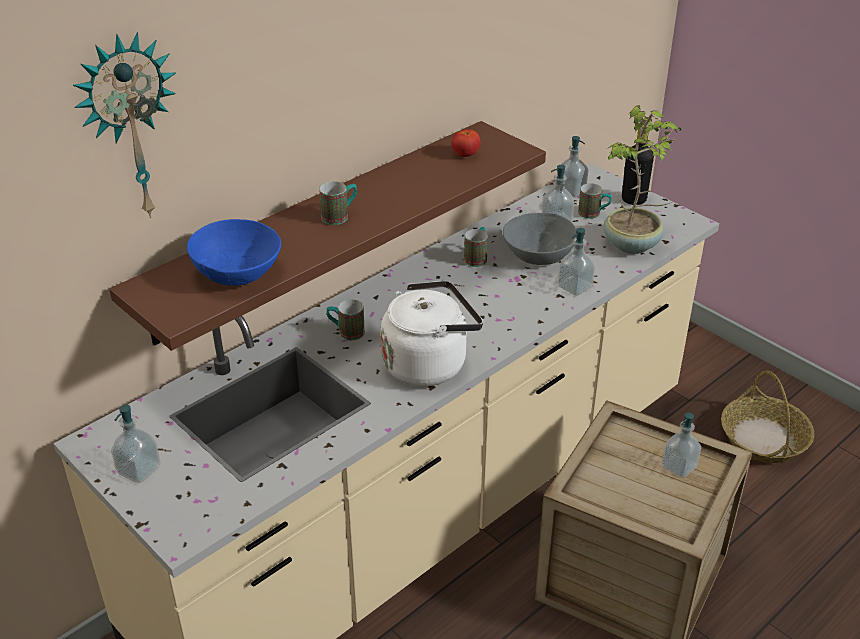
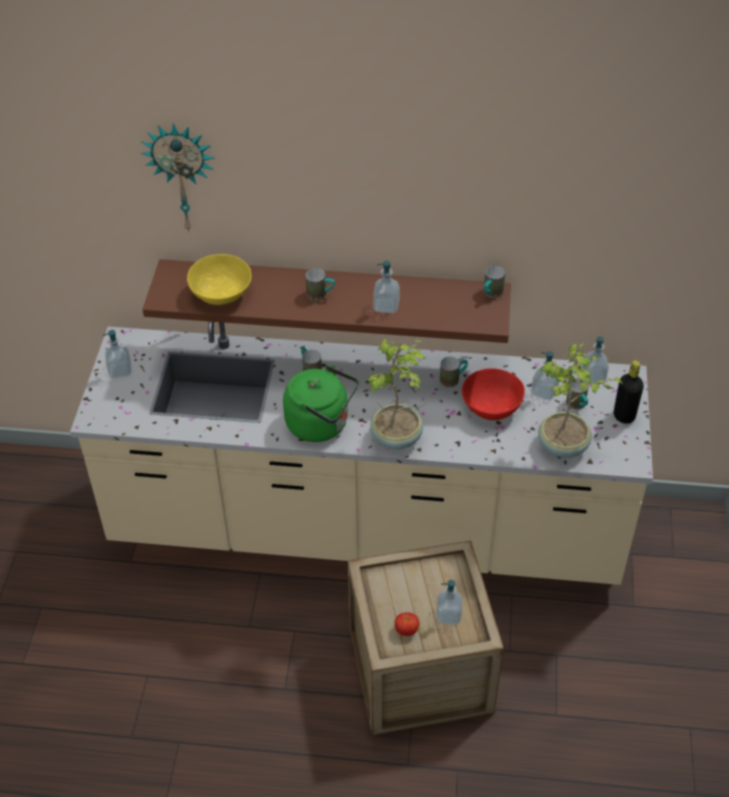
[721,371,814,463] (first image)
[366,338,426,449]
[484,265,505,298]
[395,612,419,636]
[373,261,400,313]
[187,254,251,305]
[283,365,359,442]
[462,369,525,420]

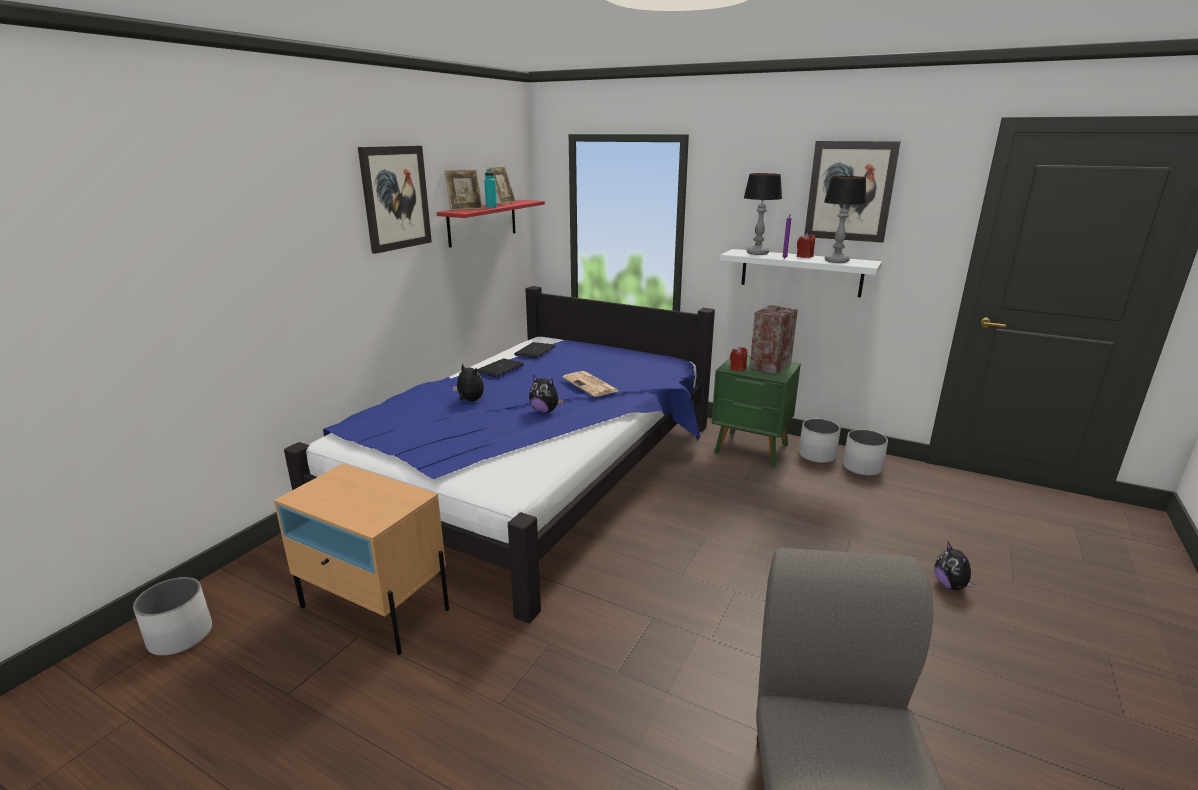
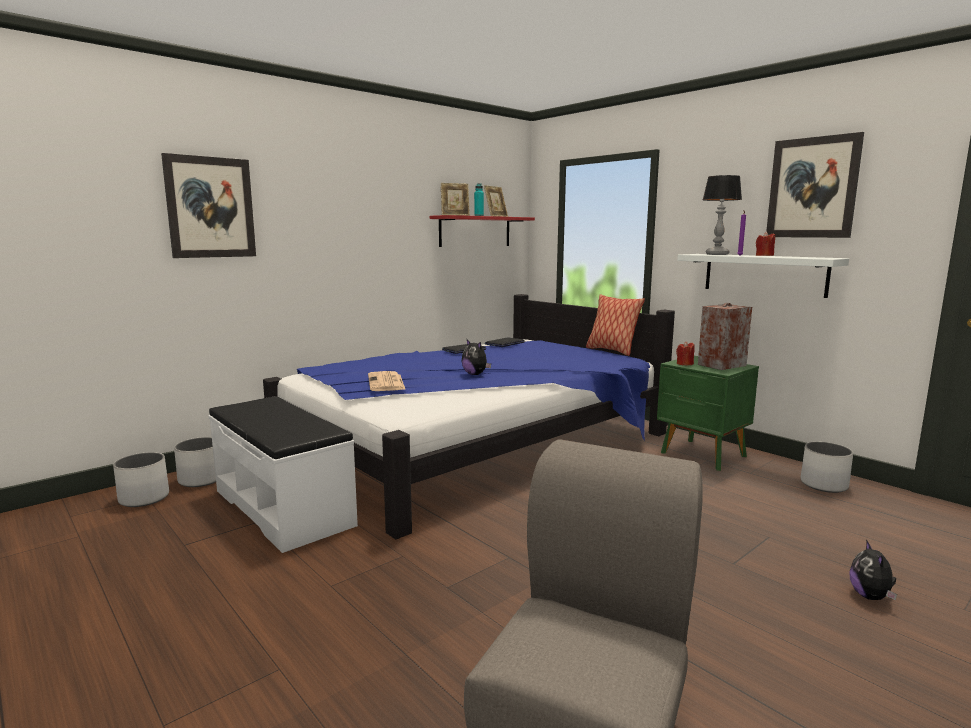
[452,364,484,401] (first image)
[824,176,866,263] (first image)
[586,294,645,356]
[161,153,256,258]
[368,371,406,391]
[174,437,216,487]
[208,396,358,553]

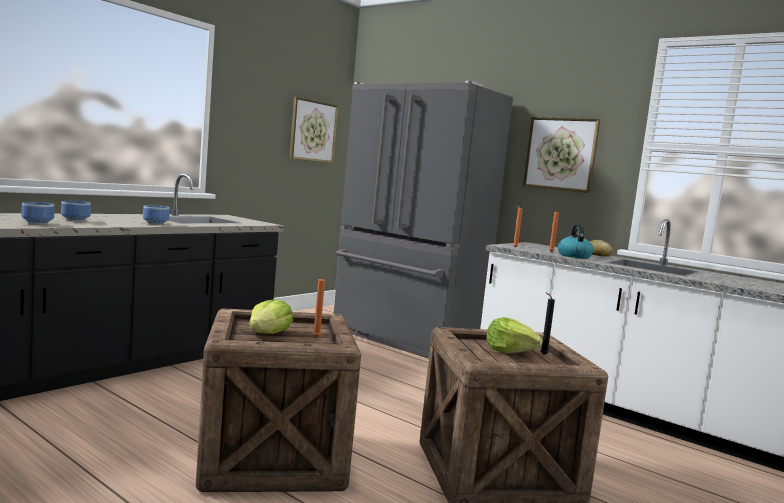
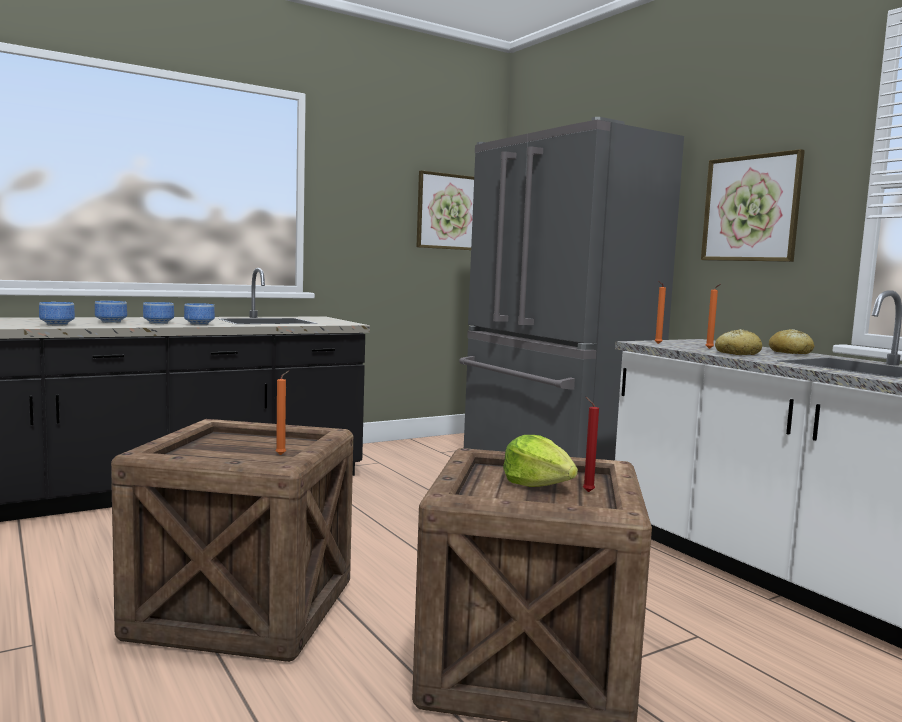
[249,299,293,334] (first image)
[143,302,174,324]
[715,329,762,355]
[583,397,599,492]

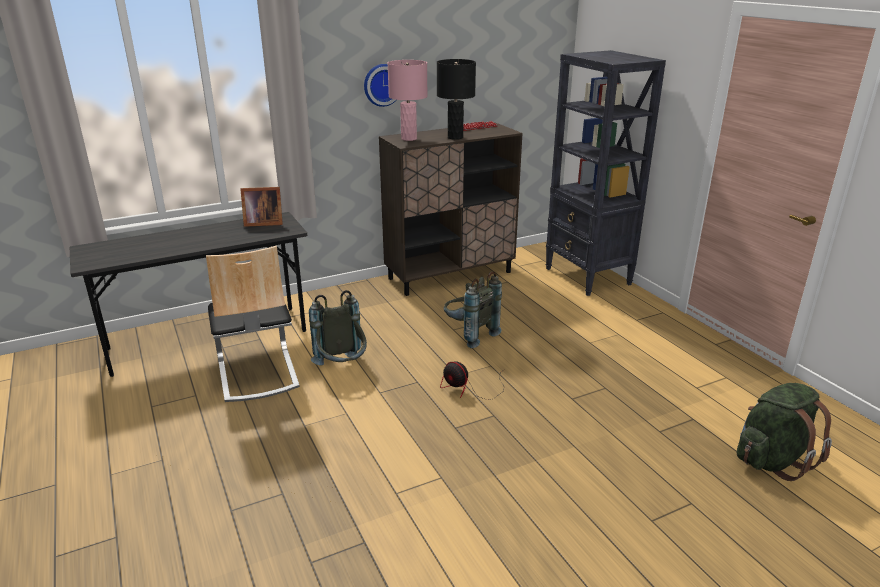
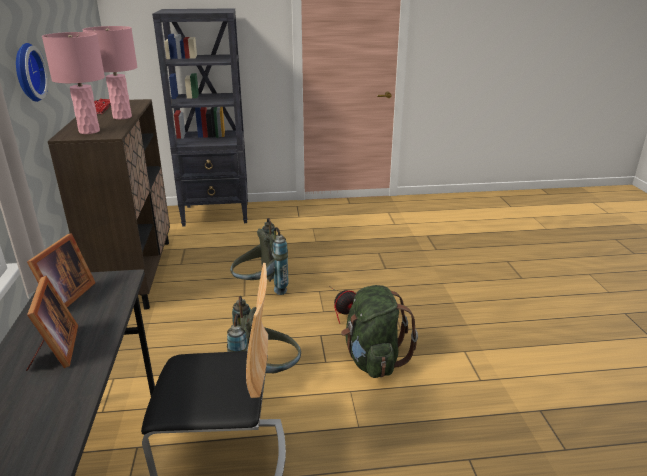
[26,276,78,371]
[341,285,418,378]
[82,26,138,119]

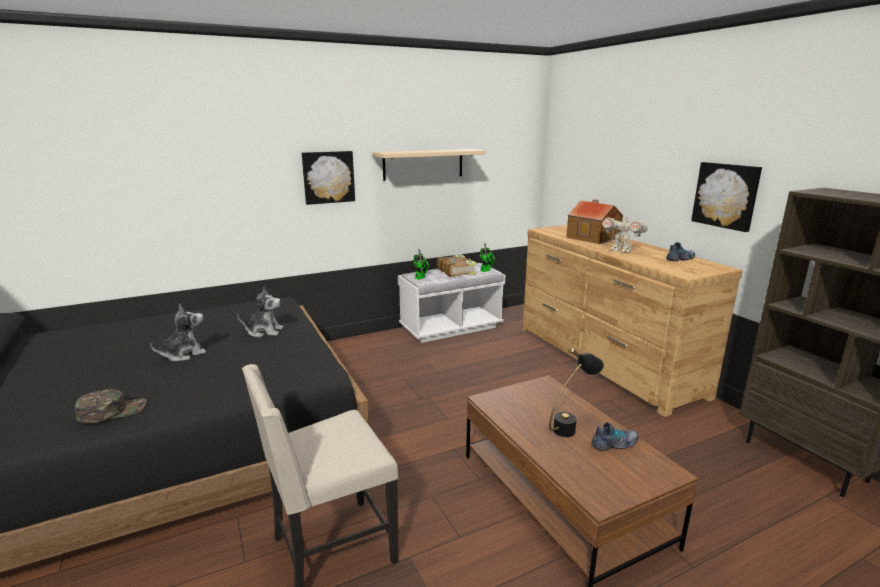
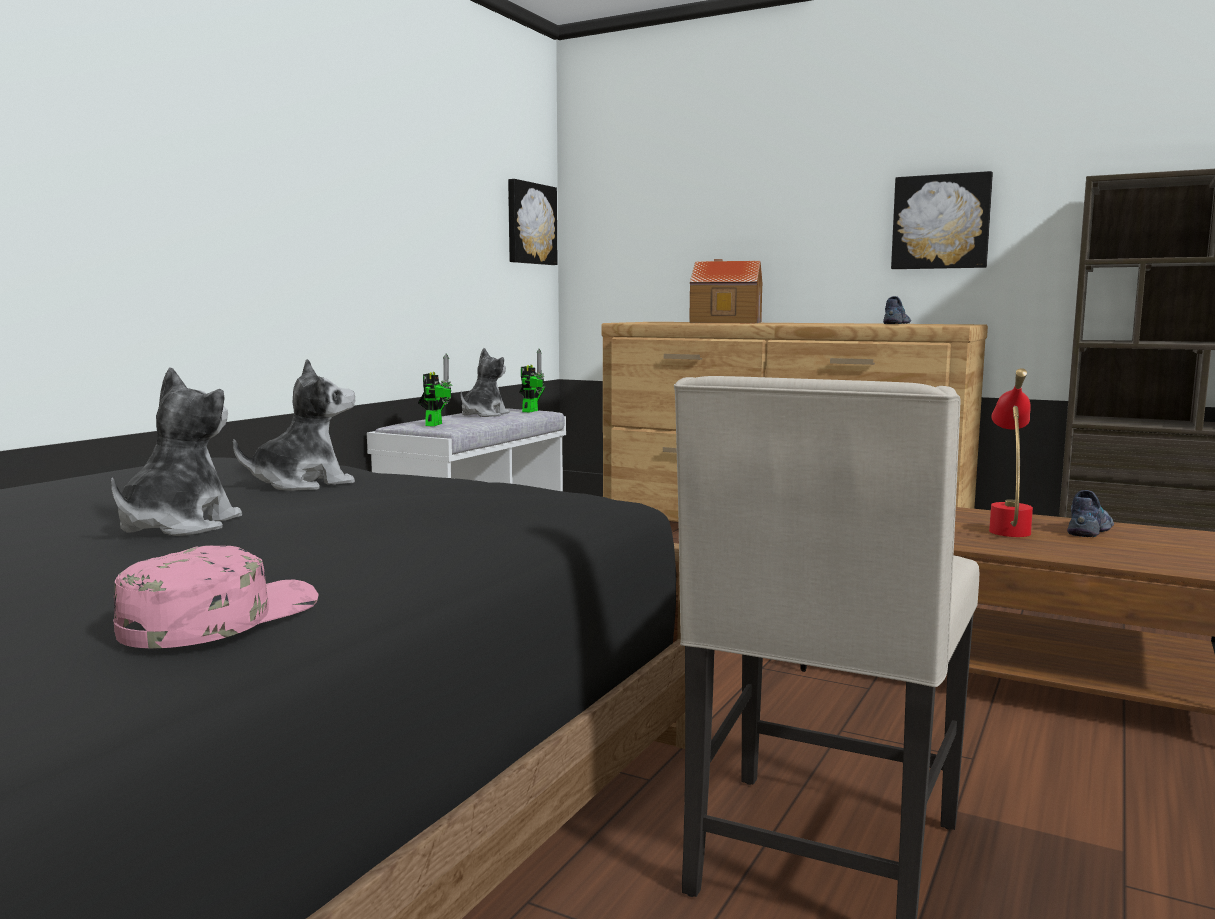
[372,149,486,181] (first image)
[602,212,648,252] (first image)
[508,179,557,265]
[461,348,510,417]
[113,546,319,648]
[989,368,1033,537]

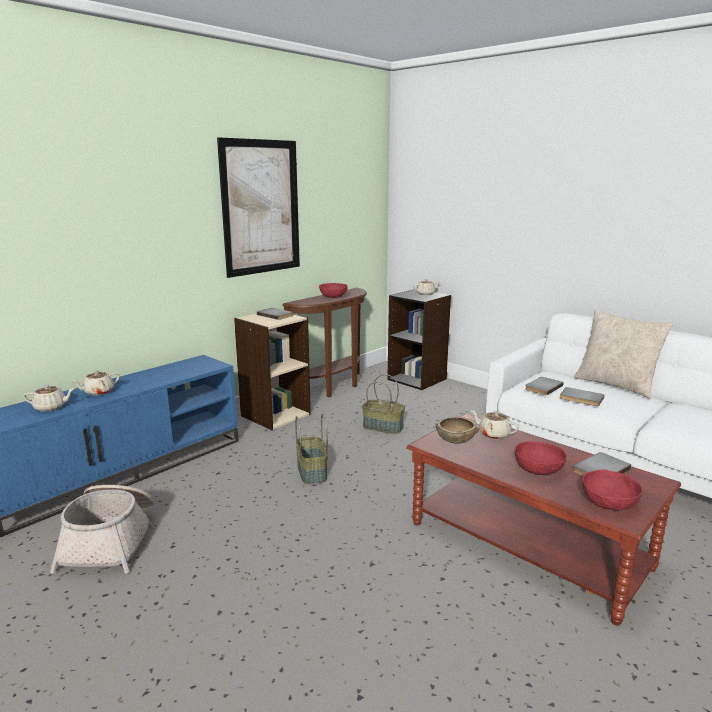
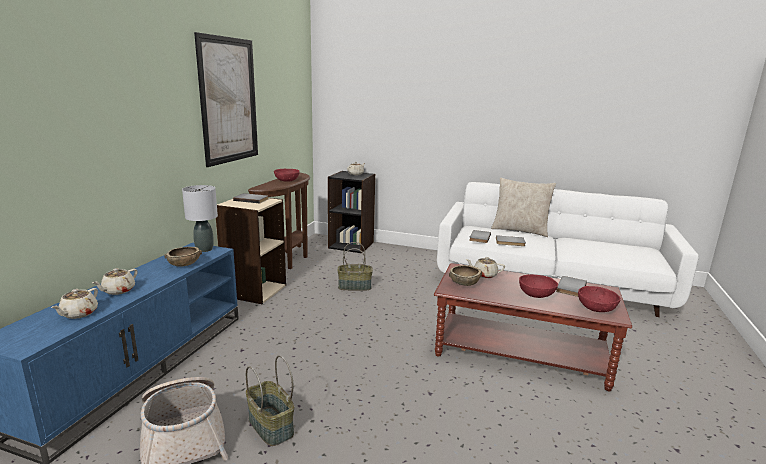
[164,247,202,267]
[182,185,218,252]
[246,355,294,446]
[51,288,98,319]

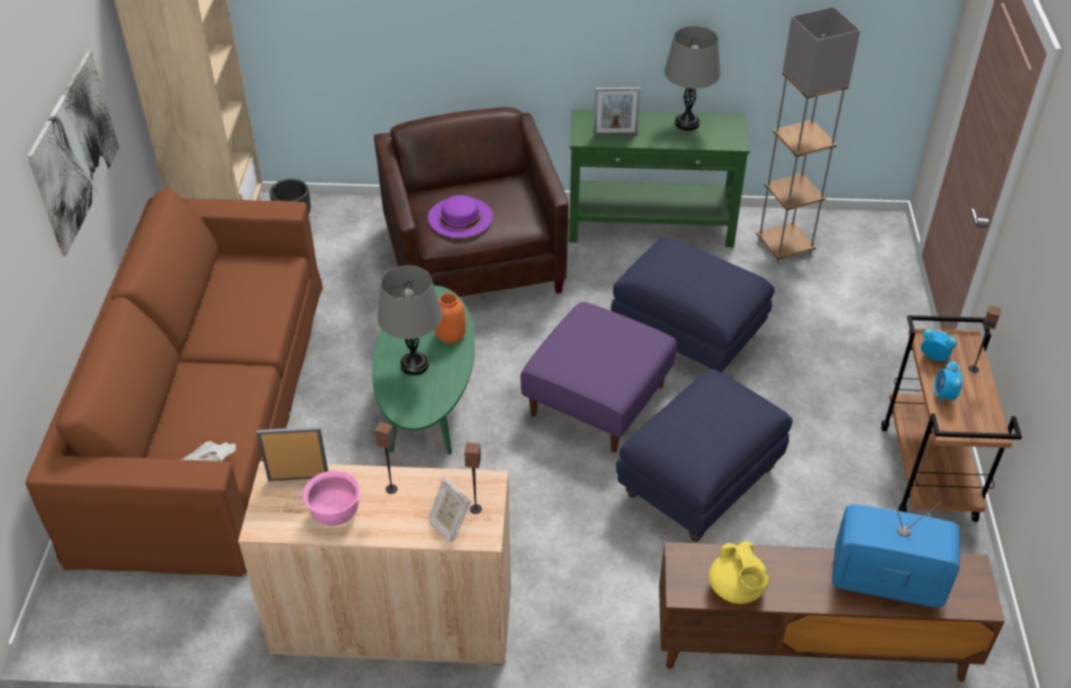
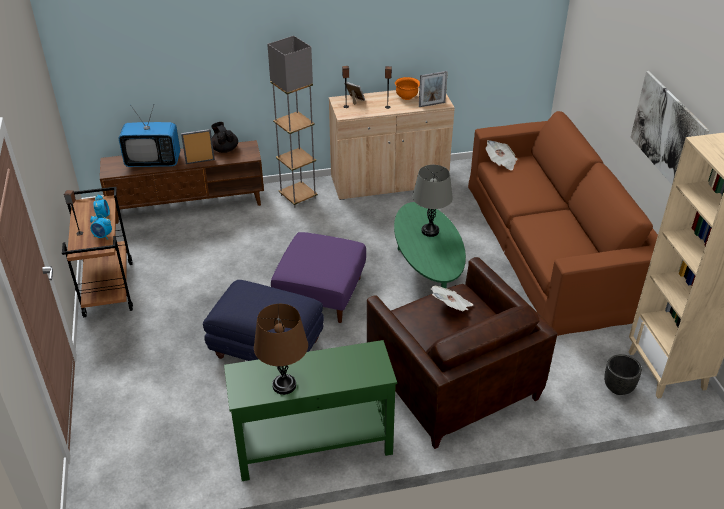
[435,293,466,344] (first image)
[616,369,792,542] (first image)
[181,129,215,164]
[267,36,318,207]
[431,286,473,312]
[395,77,420,100]
[254,304,308,395]
[211,122,238,153]

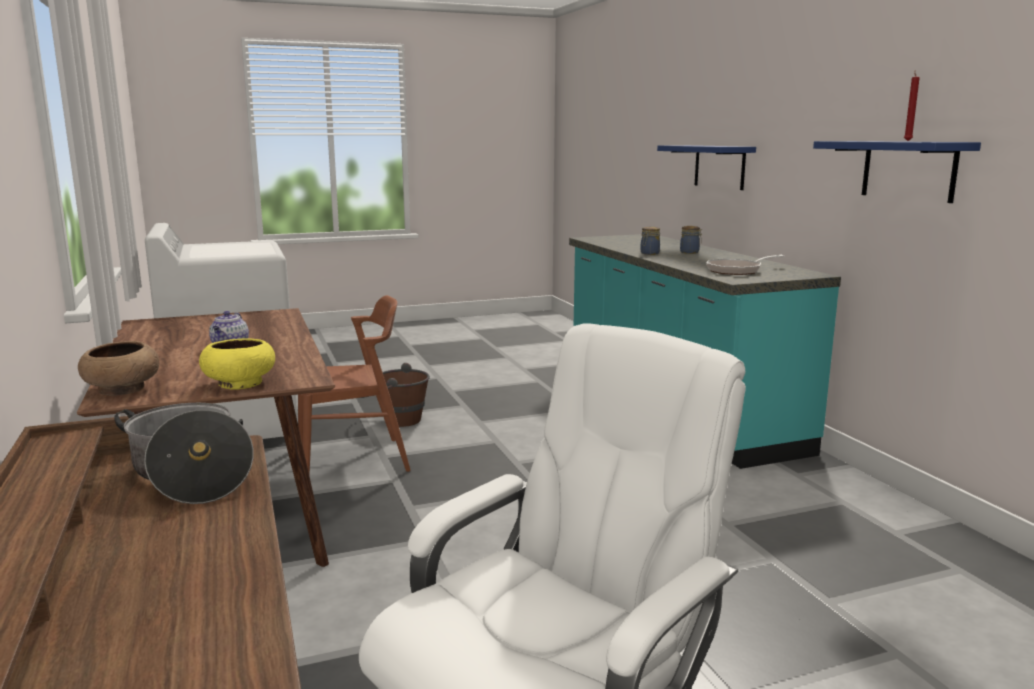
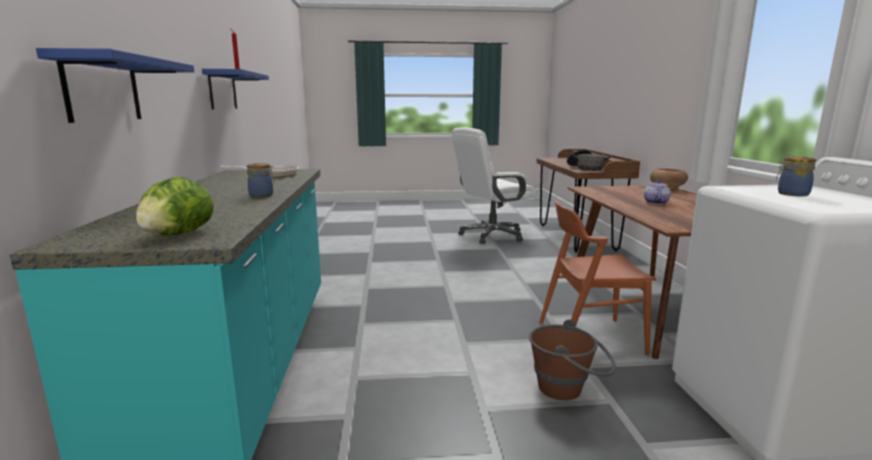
[199,338,275,390] (first image)
[136,177,214,237]
[776,156,816,196]

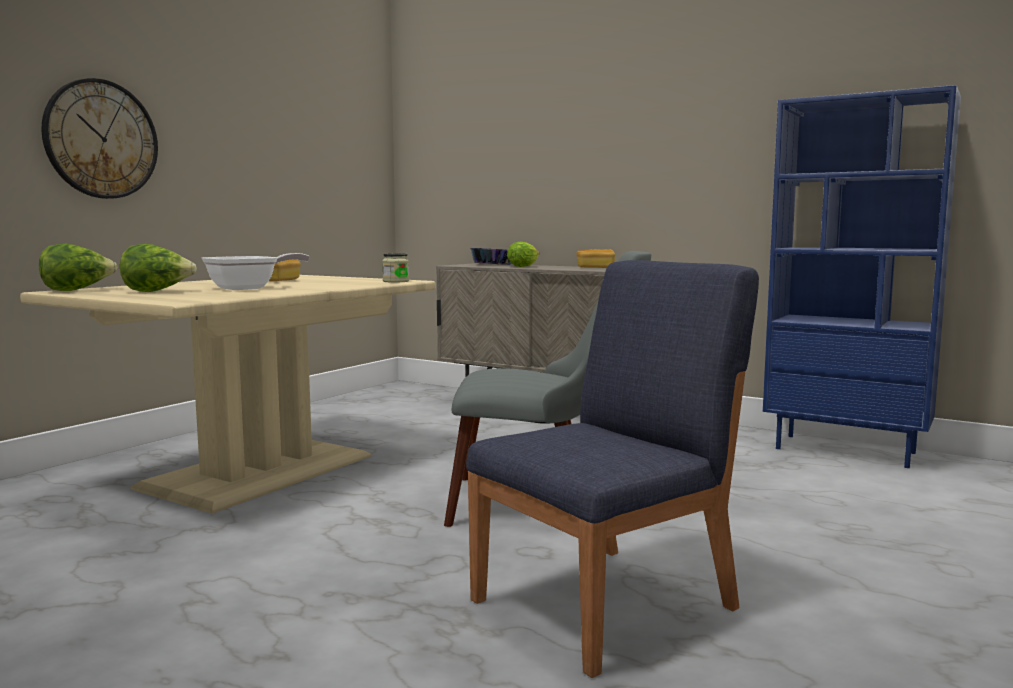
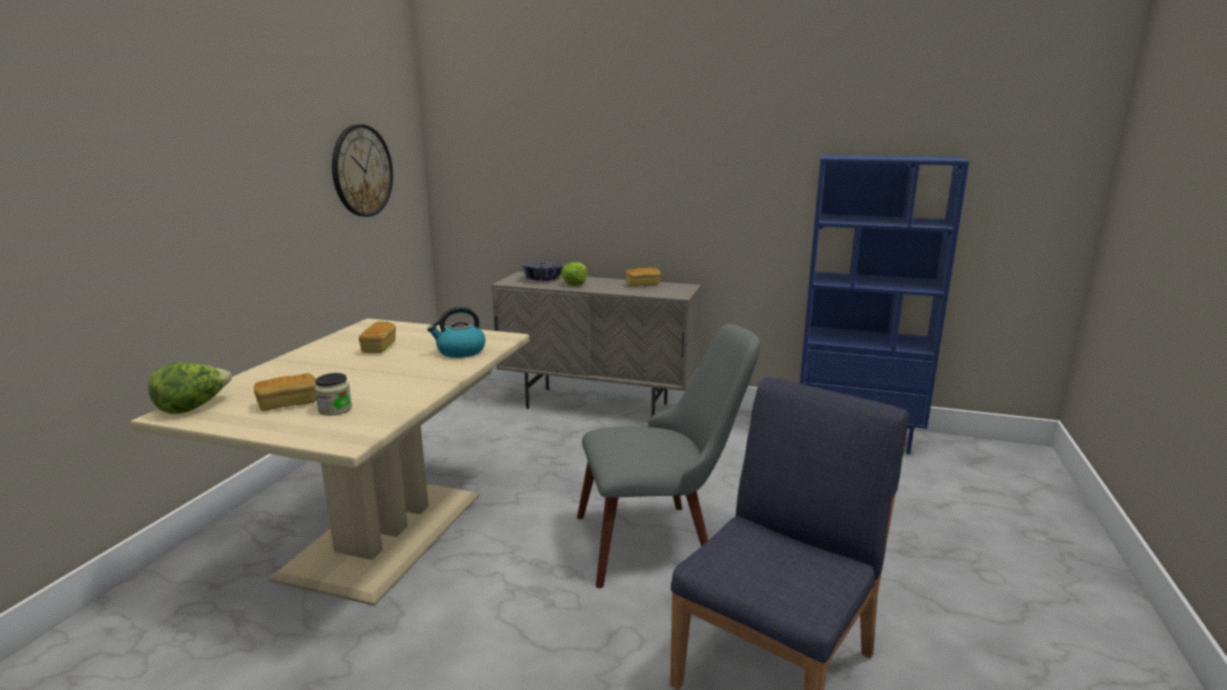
[202,253,310,290] (first image)
[427,307,485,358]
[332,124,393,217]
[315,373,352,416]
[254,373,317,411]

